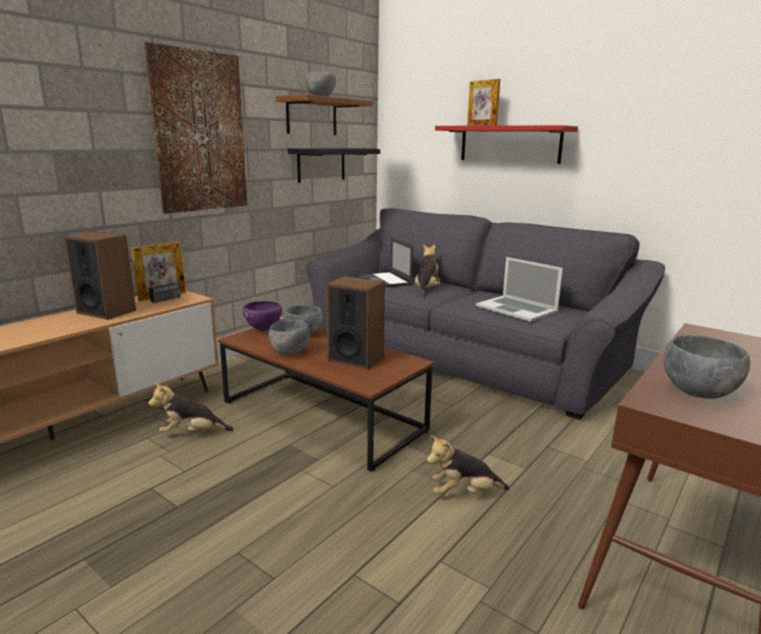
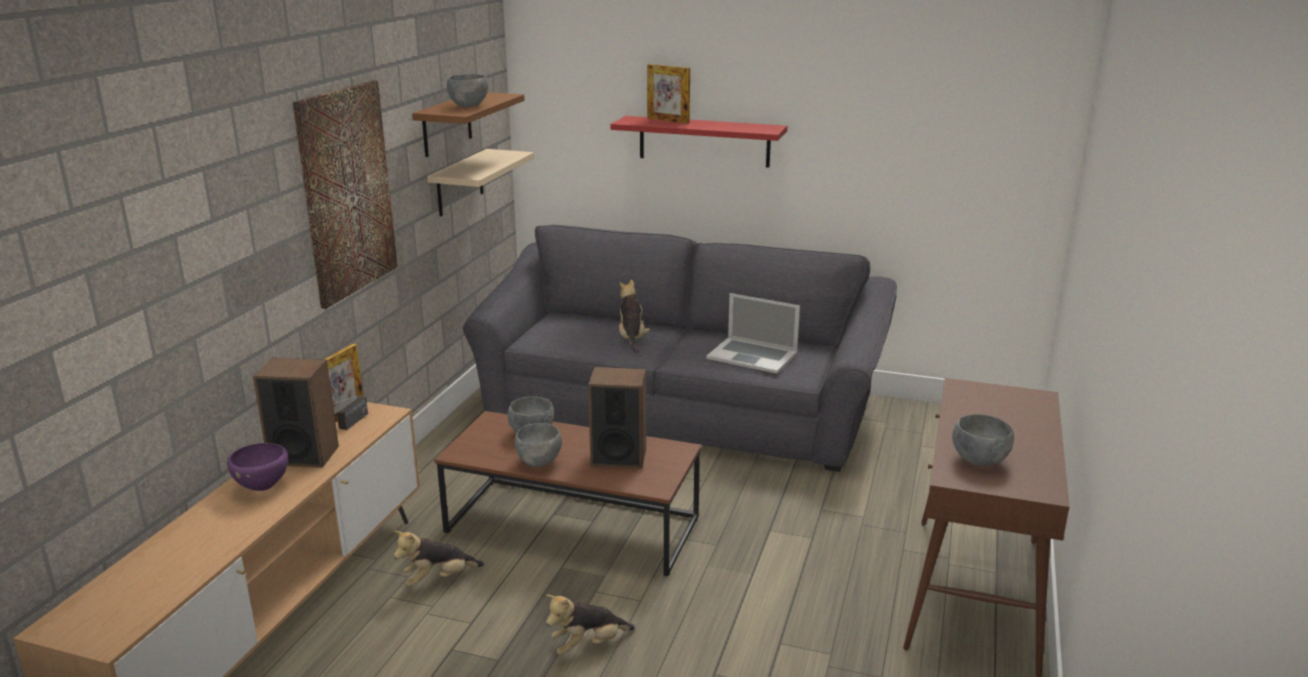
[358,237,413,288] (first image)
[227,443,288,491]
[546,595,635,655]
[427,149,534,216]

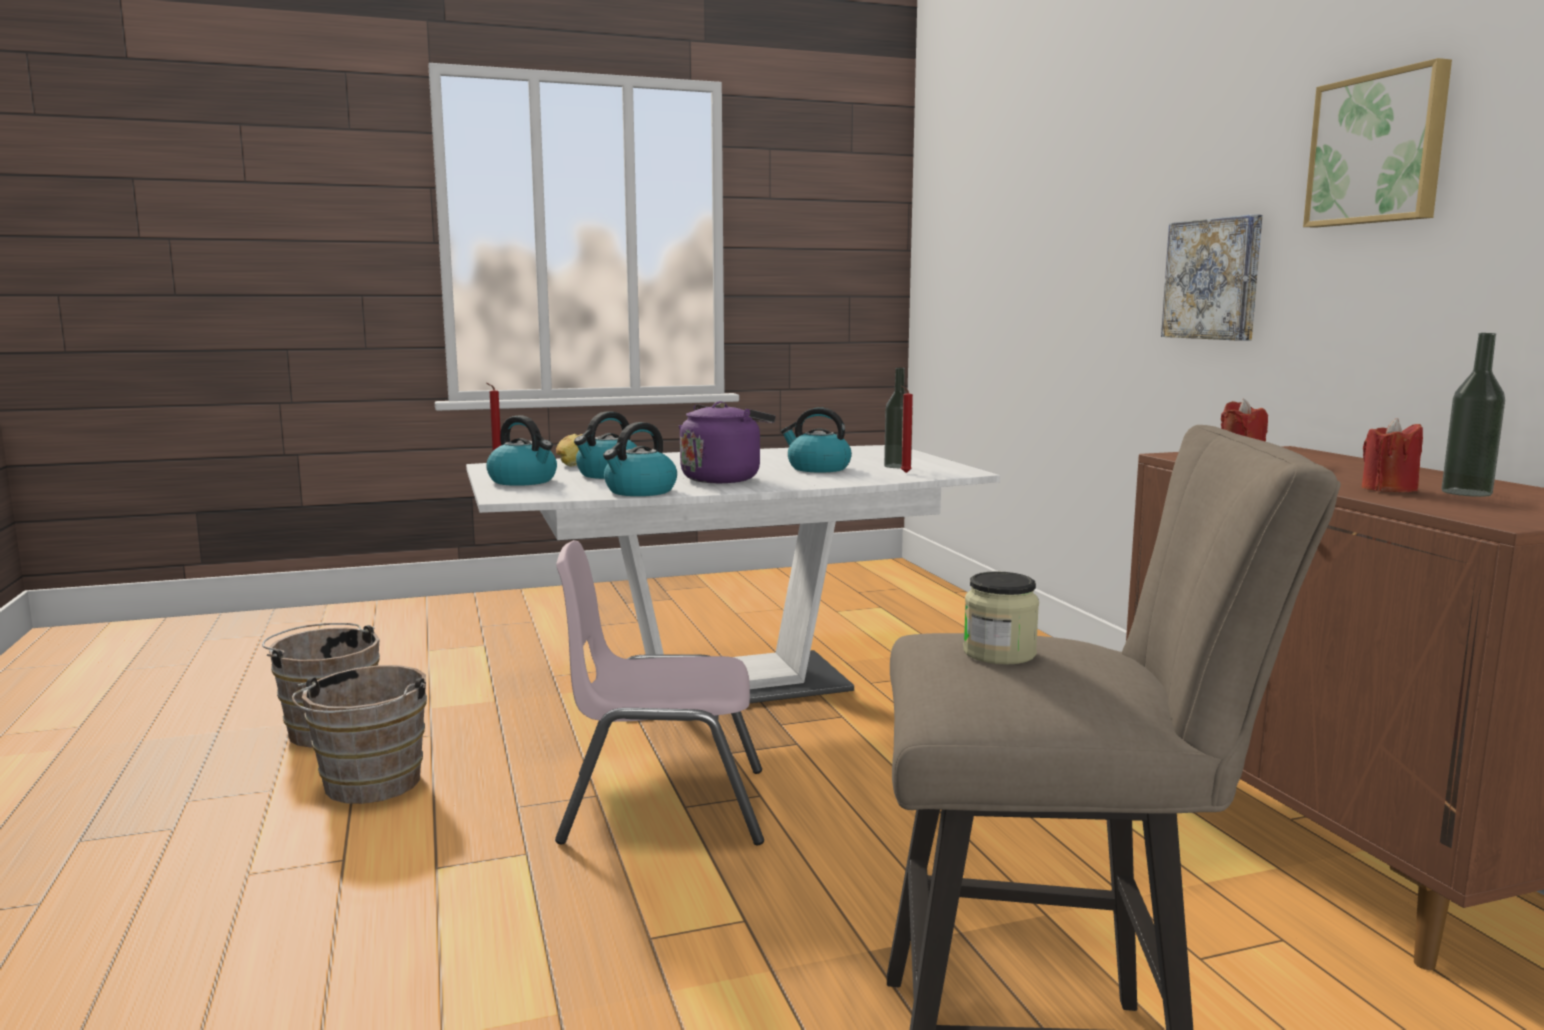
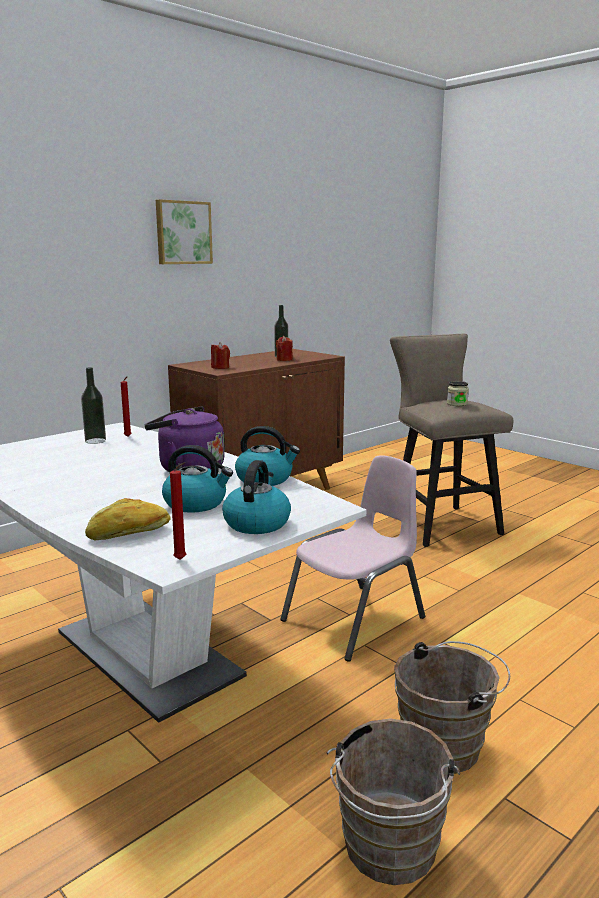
[781,407,852,472] (first image)
[1161,215,1263,341] (first image)
[280,455,425,662]

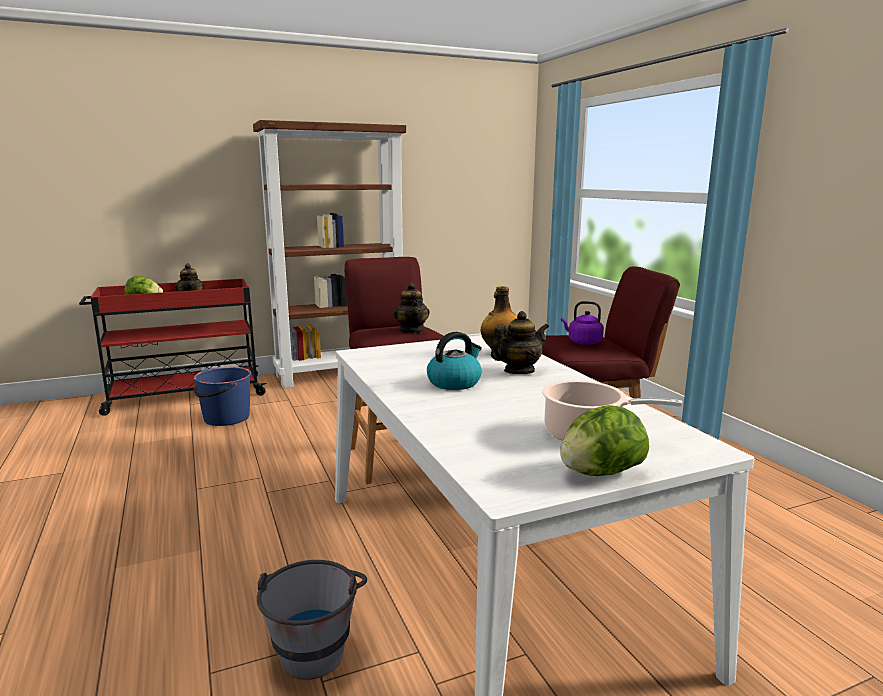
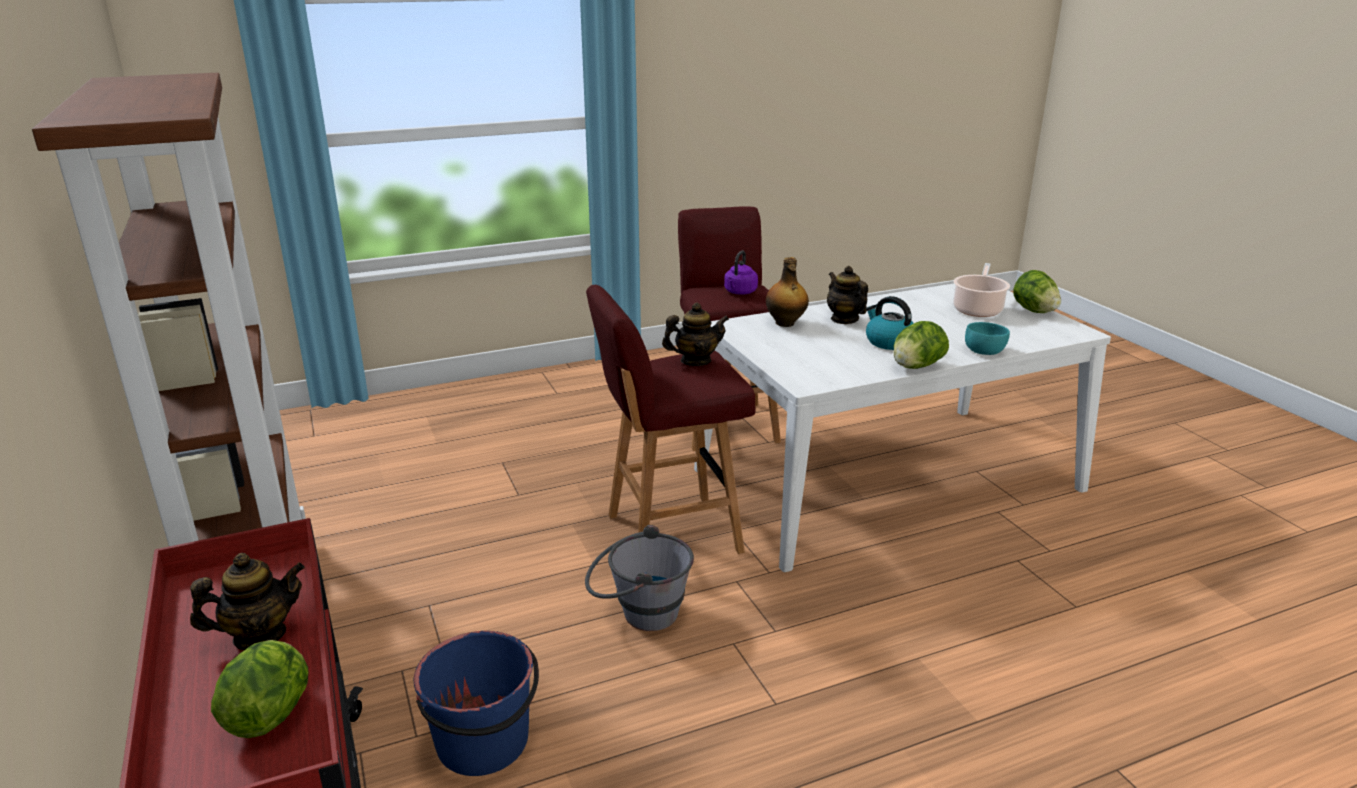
[894,321,949,369]
[965,322,1010,355]
[585,525,694,631]

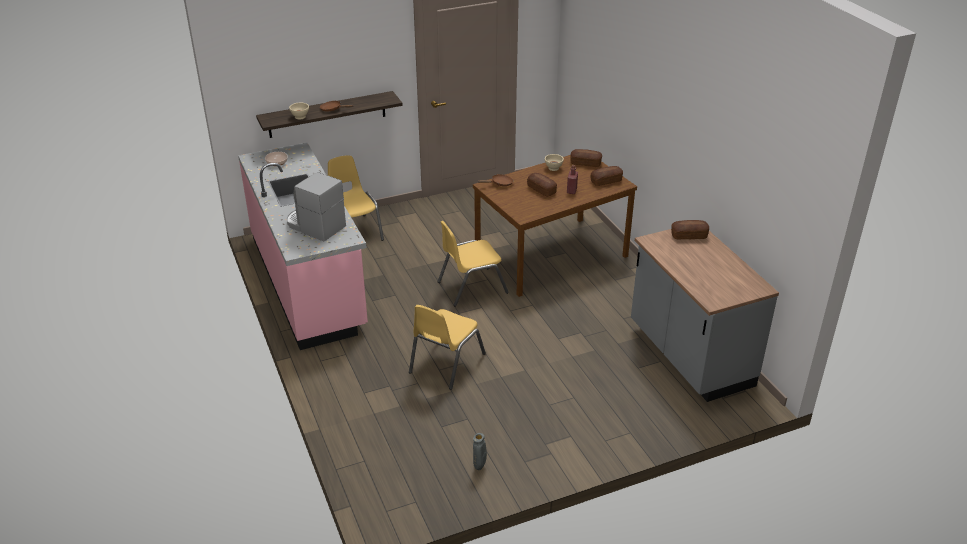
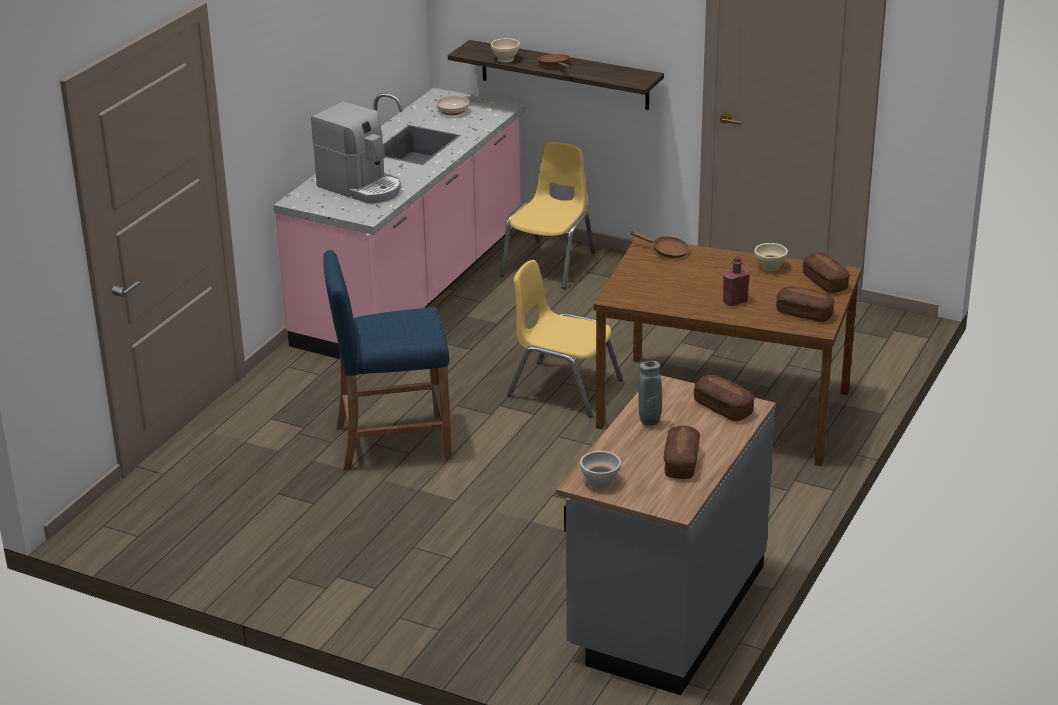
[580,451,621,488]
[638,361,662,426]
[664,425,700,479]
[323,250,452,470]
[311,101,401,203]

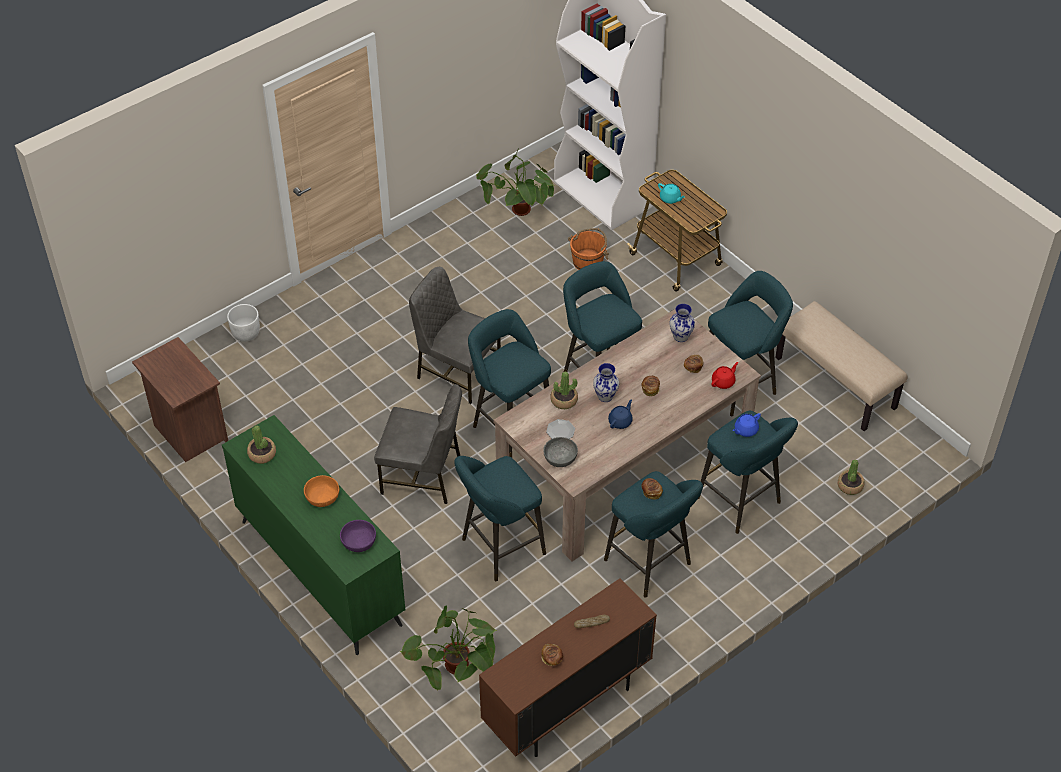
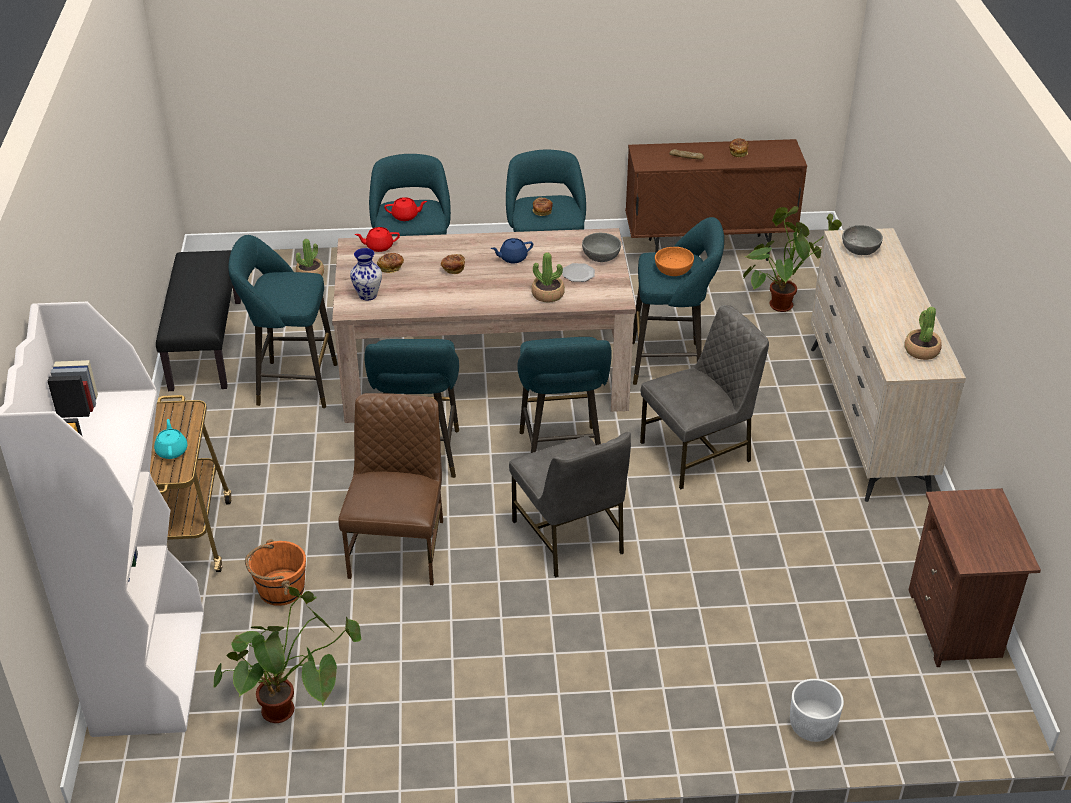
[593,363,619,402] (first image)
[338,393,443,585]
[655,247,694,276]
[811,228,966,502]
[842,225,883,255]
[384,197,427,221]
[156,250,241,391]
[640,305,769,489]

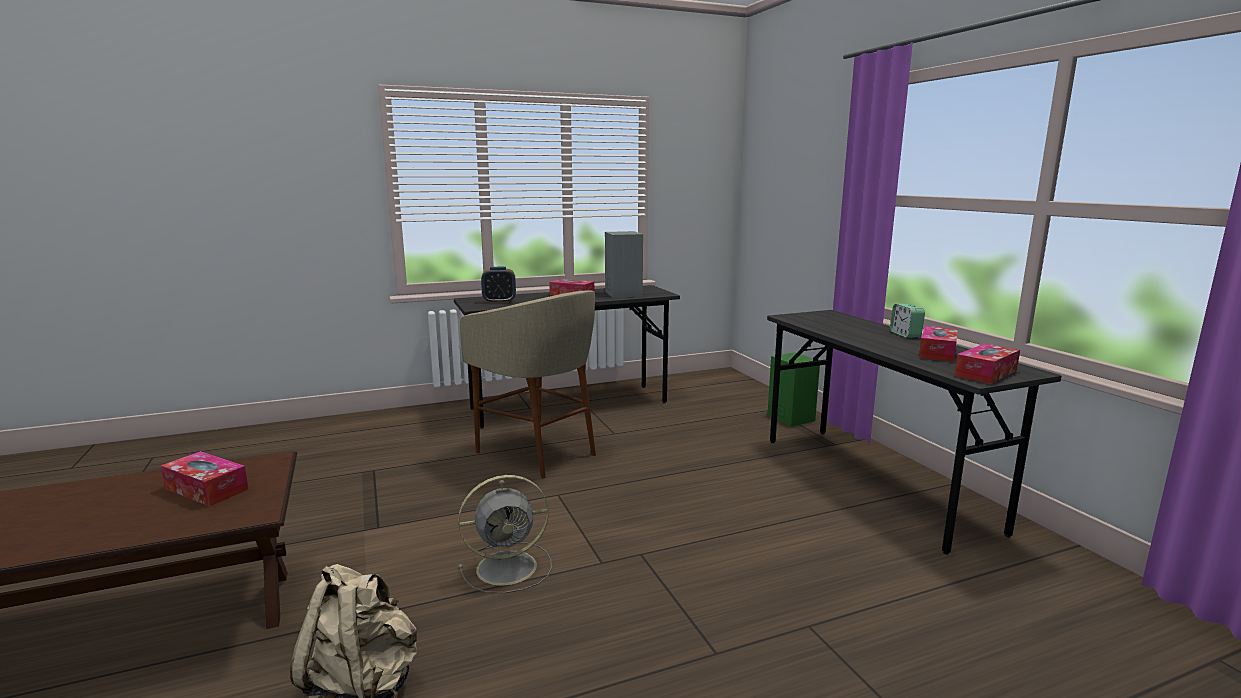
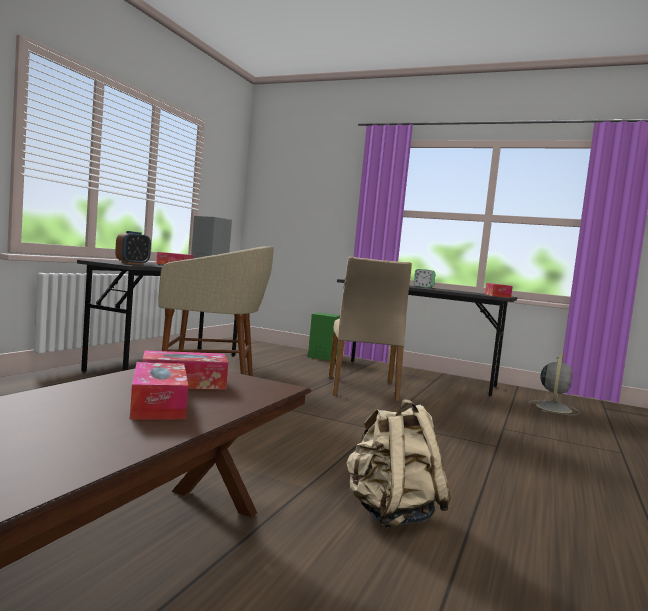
[329,257,412,401]
[528,353,580,415]
[130,362,188,419]

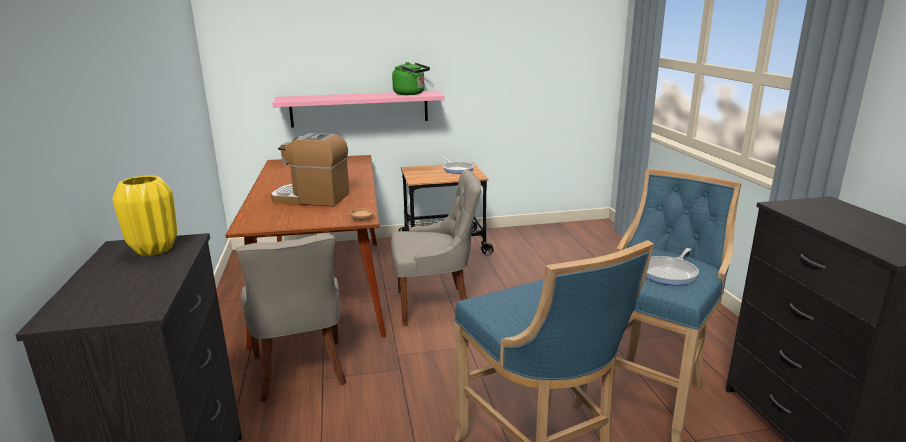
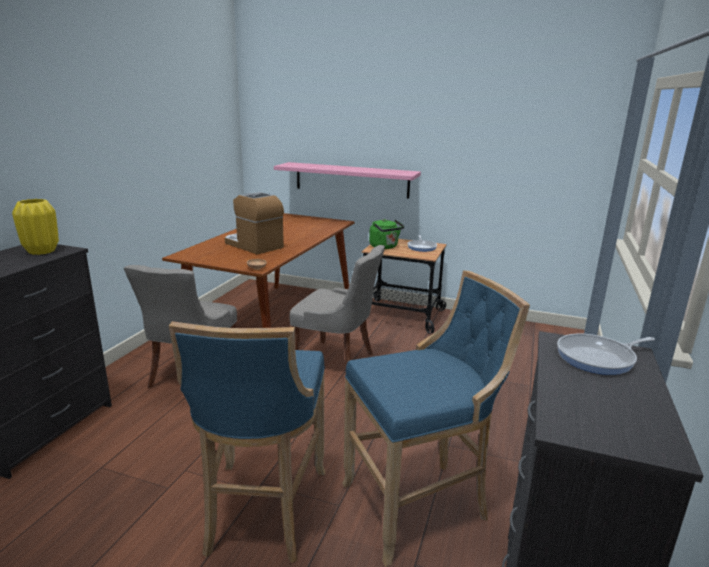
[369,219,404,249]
[557,334,655,375]

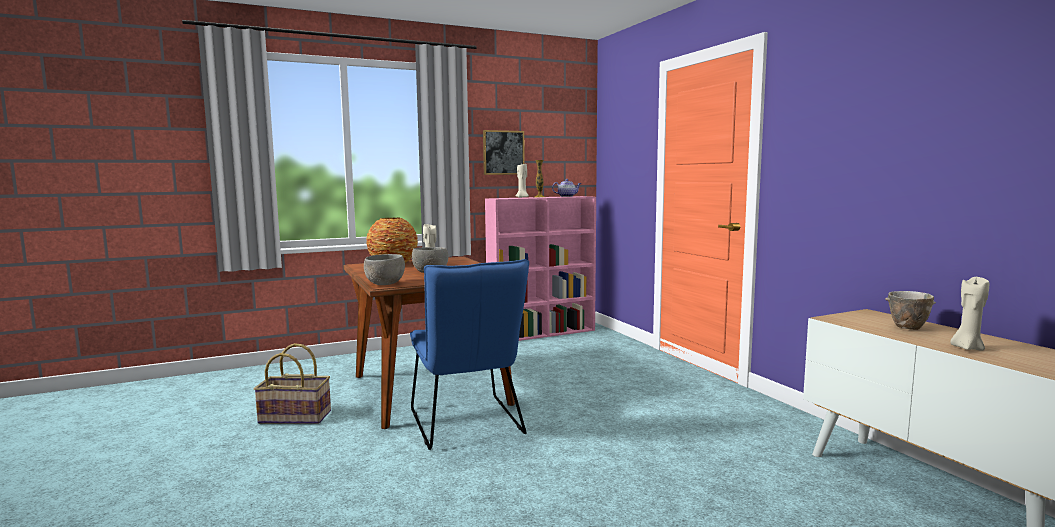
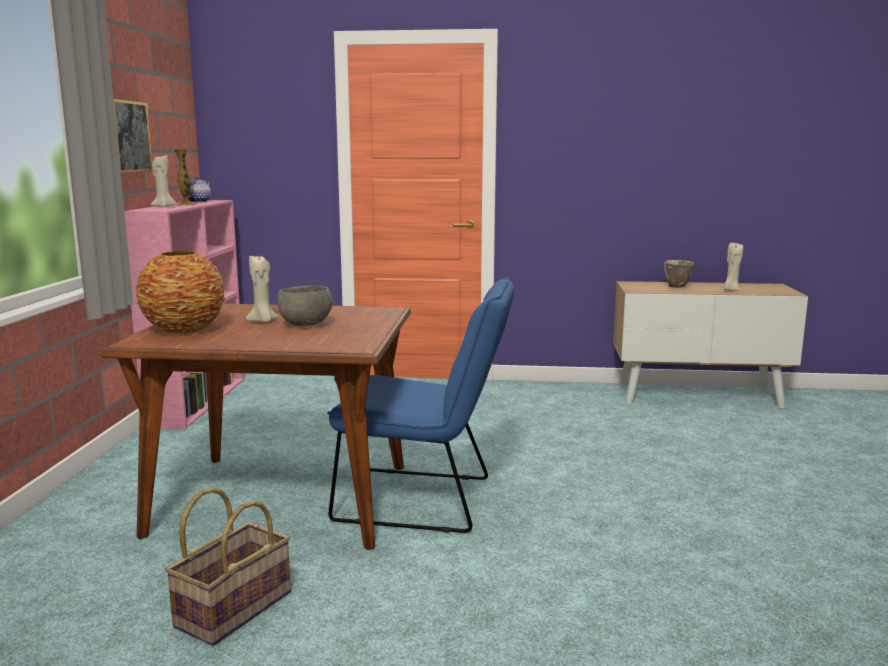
[364,254,405,285] (first image)

